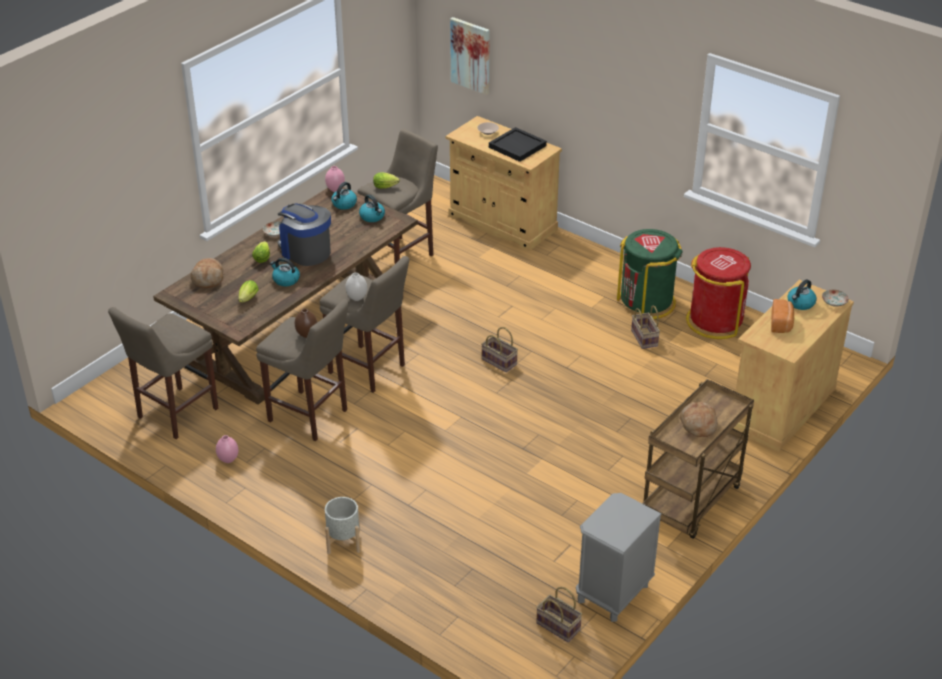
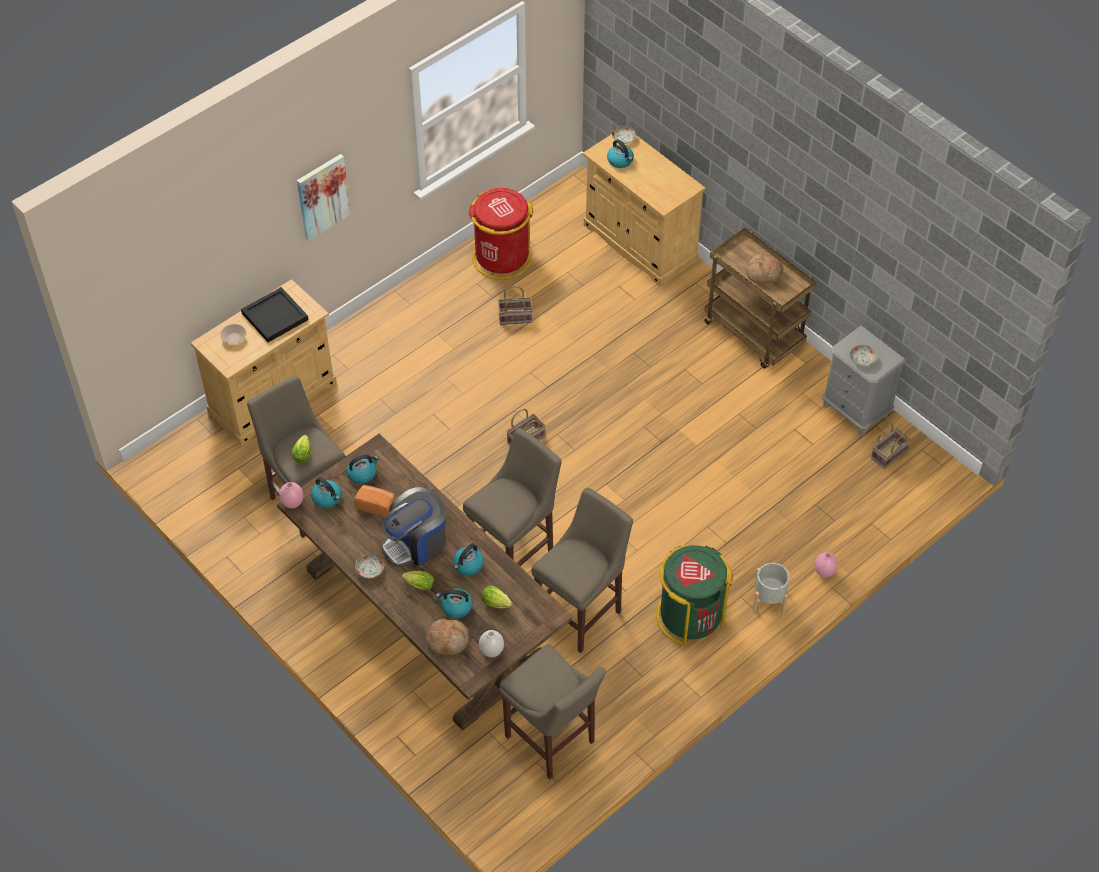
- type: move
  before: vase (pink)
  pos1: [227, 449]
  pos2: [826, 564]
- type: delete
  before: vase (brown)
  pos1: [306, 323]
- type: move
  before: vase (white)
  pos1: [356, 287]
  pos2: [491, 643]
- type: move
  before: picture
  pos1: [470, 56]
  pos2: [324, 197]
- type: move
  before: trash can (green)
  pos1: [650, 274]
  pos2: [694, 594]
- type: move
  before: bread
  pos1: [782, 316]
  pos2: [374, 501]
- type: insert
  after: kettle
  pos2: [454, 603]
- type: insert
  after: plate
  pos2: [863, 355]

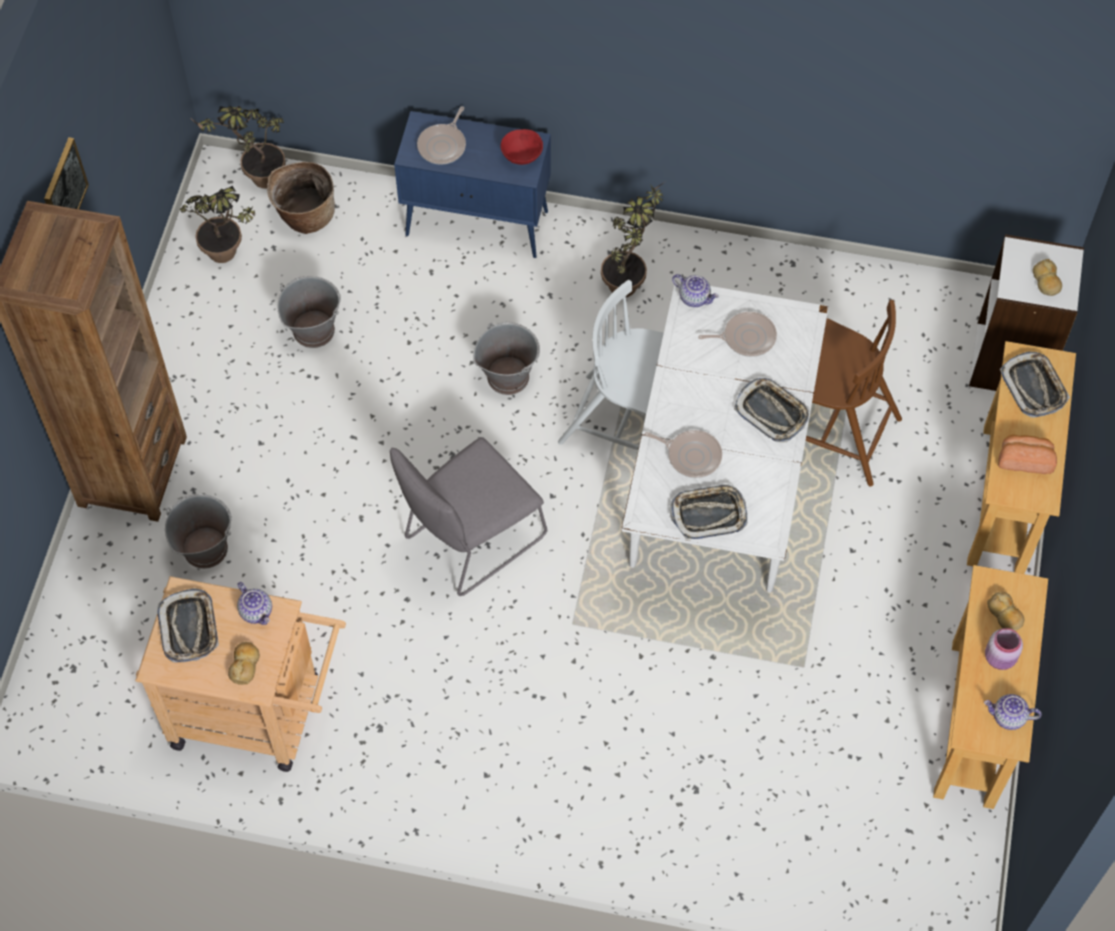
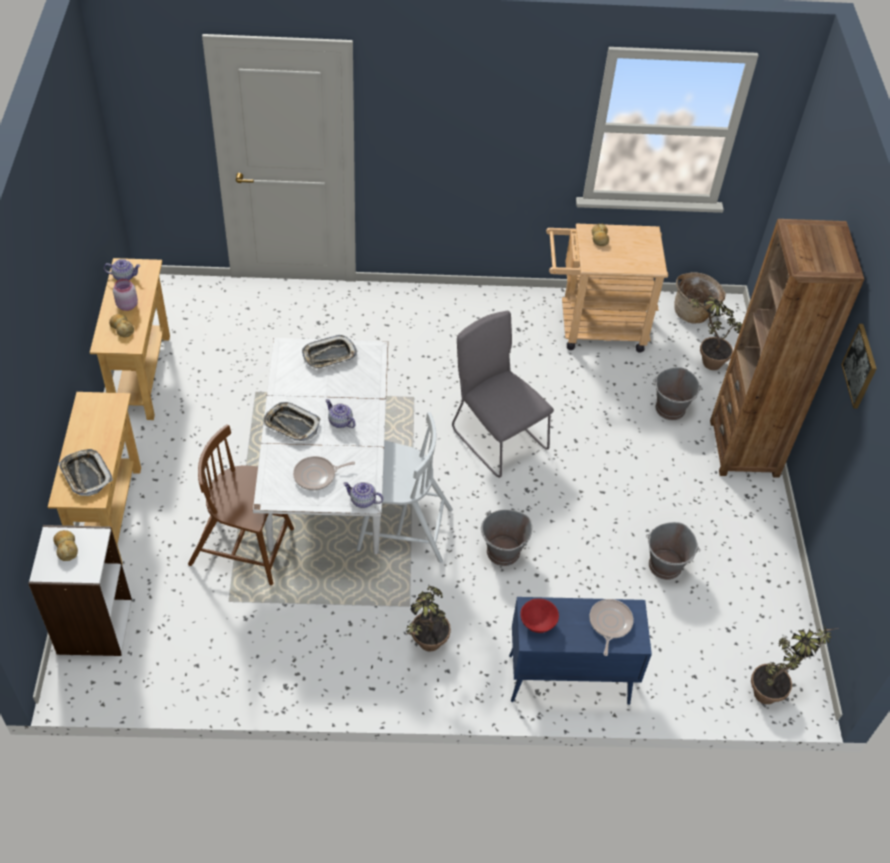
- type: delete
  before: tray
  pos1: [188, 625]
- type: move
  before: potted plant
  pos1: [217, 224]
  pos2: [714, 332]
- type: move
  before: teapot
  pos1: [254, 603]
  pos2: [341, 413]
- type: move
  before: basket
  pos1: [301, 198]
  pos2: [699, 297]
- type: rotate
  before: chair (grey)
  pos1: [468, 516]
  pos2: [503, 394]
  turn: -75
- type: delete
  before: frying pan
  pos1: [683, 454]
- type: delete
  before: bread
  pos1: [1027, 454]

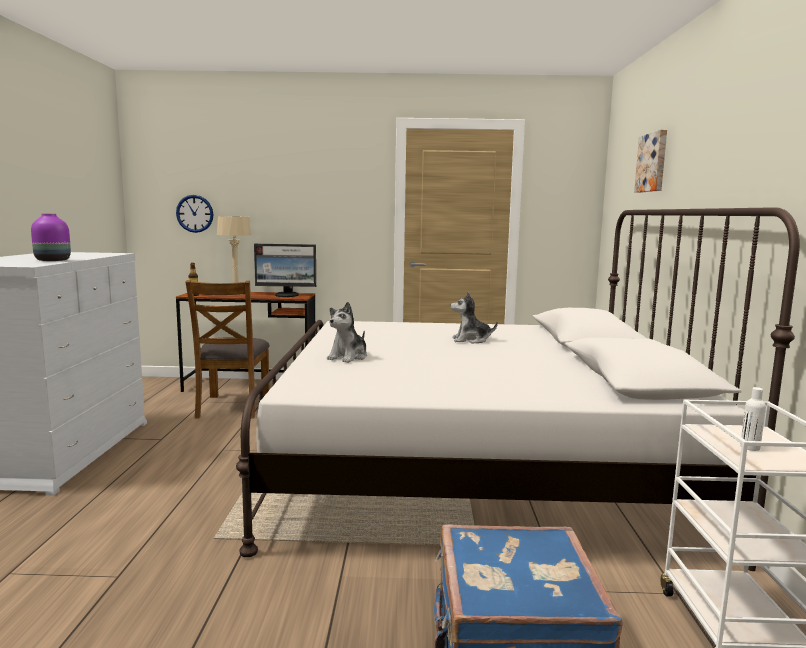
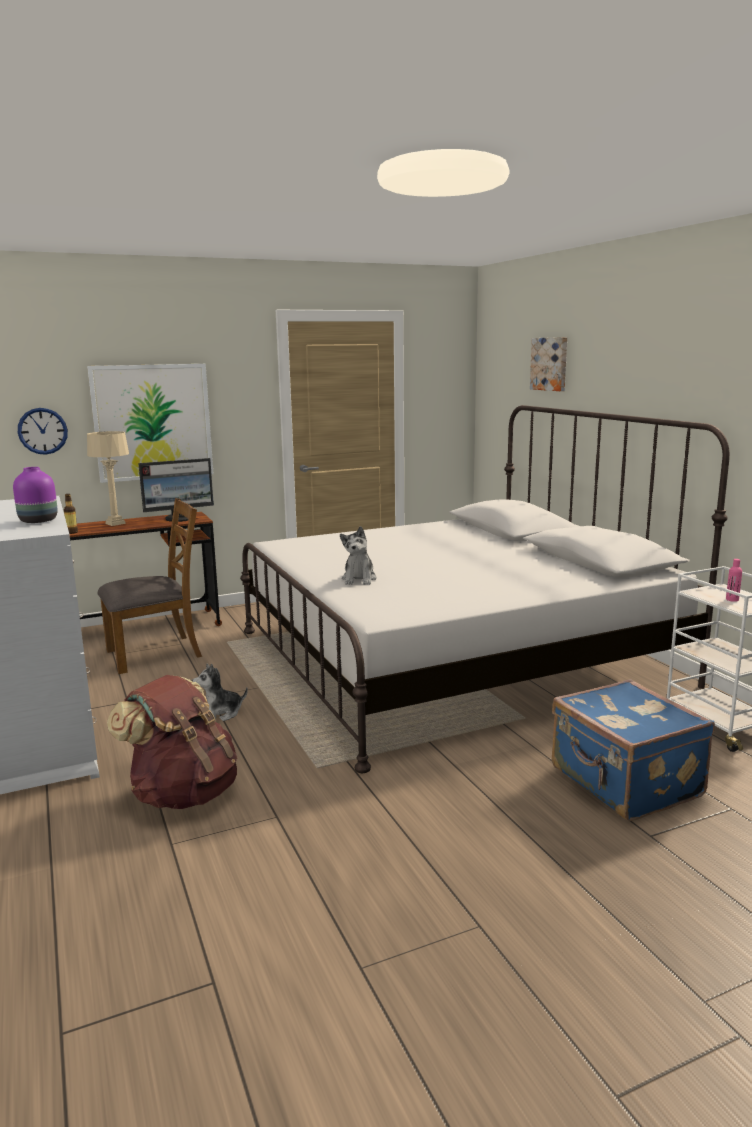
- type: rotate
  before: chair (brown)
  pos1: [228, 349]
  pos2: [149, 586]
  turn: -90
- type: move
  before: plush toy
  pos1: [474, 317]
  pos2: [220, 692]
- type: recolor
  before: bottle (white)
  after: bottle (pink)
  pos1: [753, 419]
  pos2: [734, 580]
- type: insert
  after: picture
  pos2: [150, 423]
- type: insert
  after: backpack (brown)
  pos2: [172, 742]

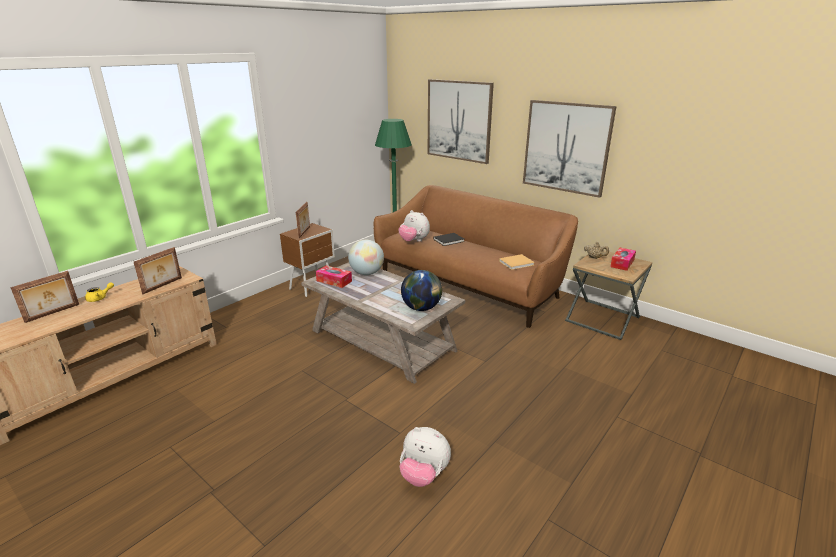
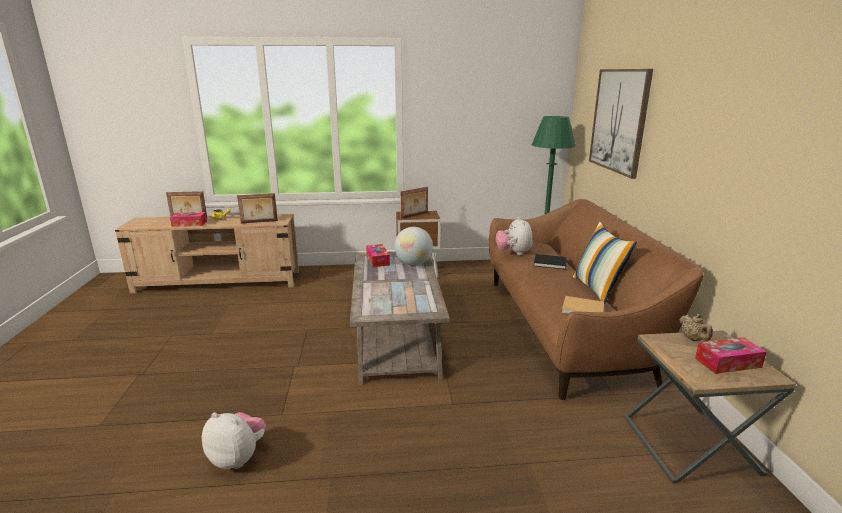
- type: rotate
  before: plush toy
  pos1: [425, 457]
  pos2: [234, 440]
  turn: 135
- type: delete
  before: globe
  pos1: [421, 290]
- type: delete
  before: picture
  pos1: [569, 149]
- type: insert
  after: tissue box
  pos2: [188, 219]
- type: insert
  after: pillow
  pos2: [605, 263]

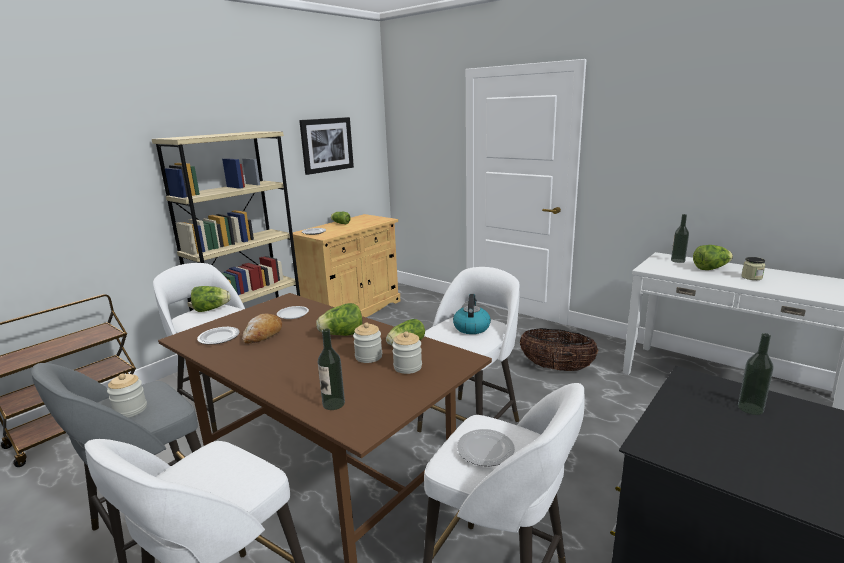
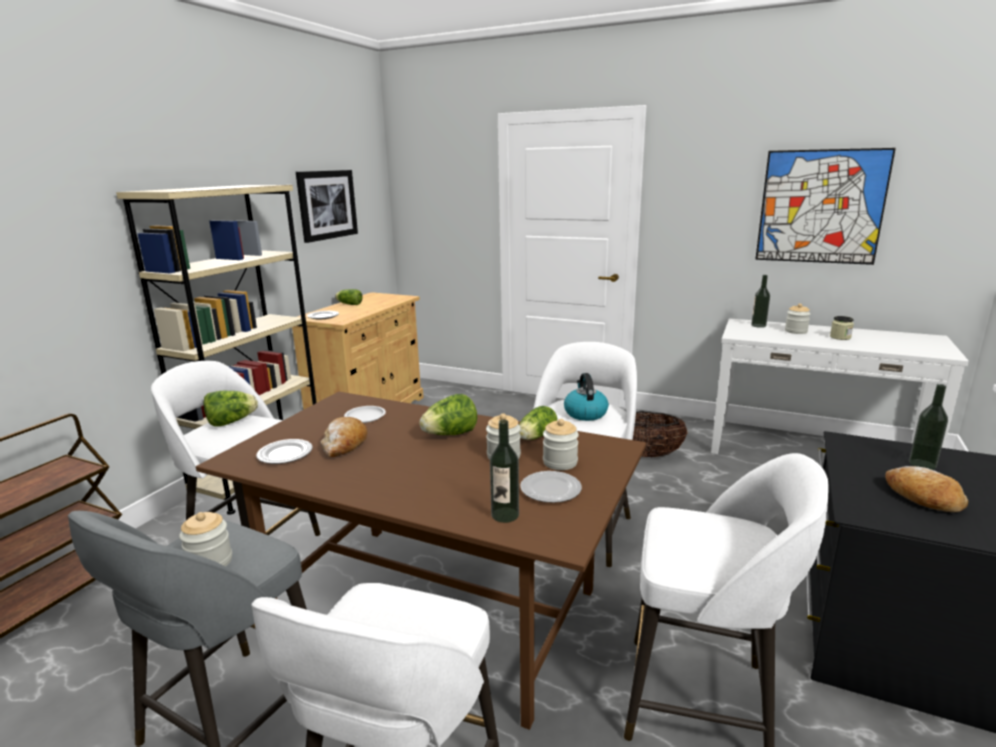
- type: move
  before: plate
  pos1: [486, 447]
  pos2: [551, 487]
- type: replace
  before: lettuce
  after: jar
  pos1: [713, 257]
  pos2: [798, 318]
- type: insert
  after: picture
  pos2: [825, 206]
- type: insert
  after: bread
  pos2: [926, 489]

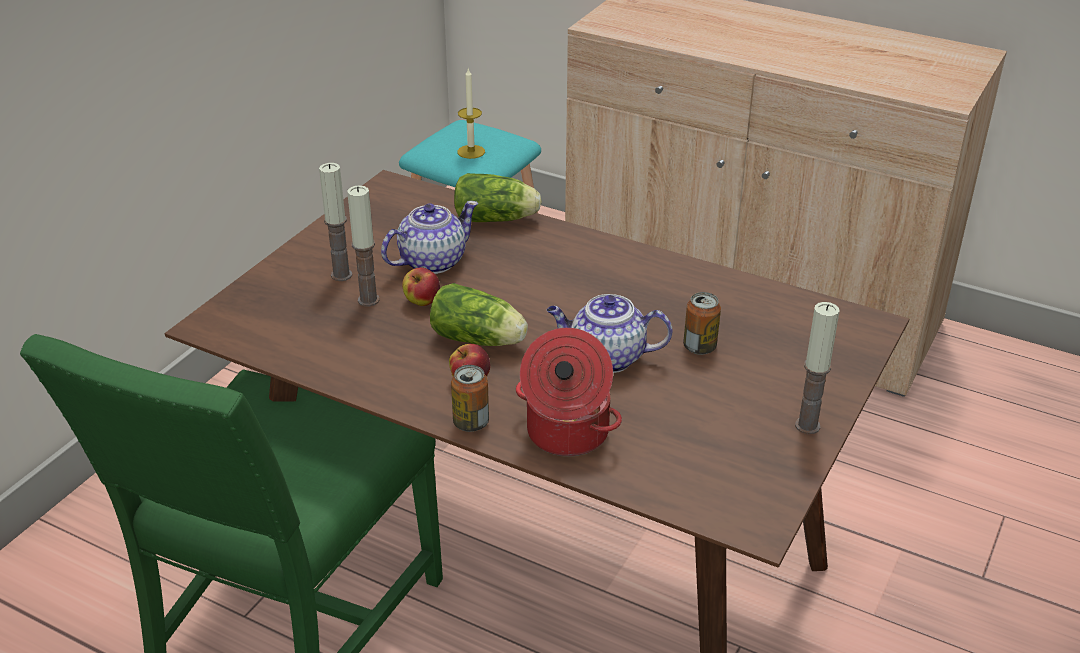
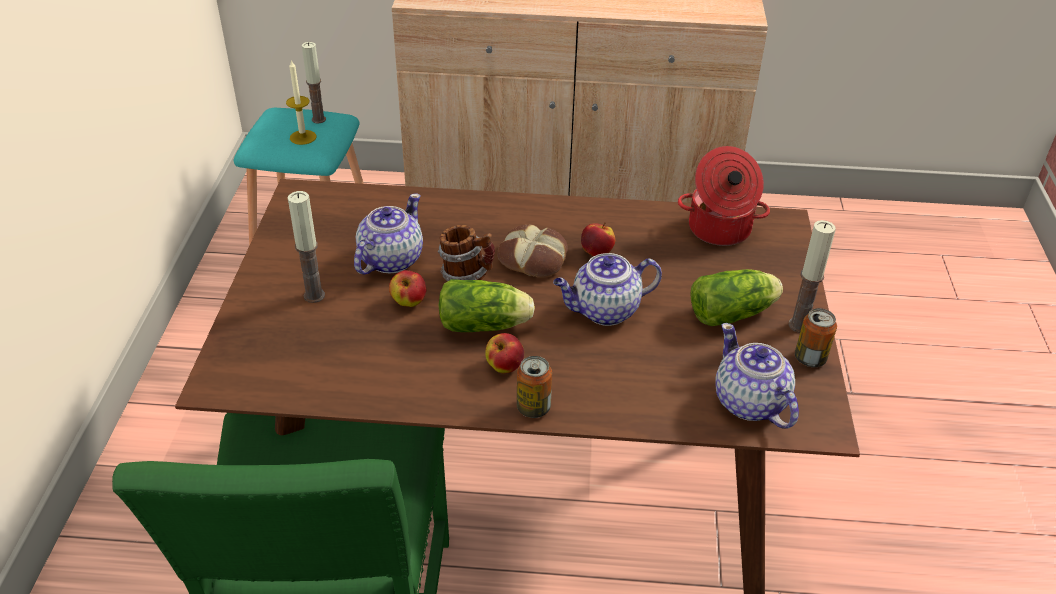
- type: move
  before: candle
  pos1: [363, 246]
  pos2: [314, 83]
- type: move
  before: lettuce
  pos1: [497, 197]
  pos2: [736, 297]
- type: move
  before: cooking pot
  pos1: [569, 392]
  pos2: [724, 196]
- type: move
  before: can
  pos1: [702, 323]
  pos2: [816, 337]
- type: insert
  after: mug
  pos2: [466, 253]
- type: insert
  after: bread
  pos2: [532, 251]
- type: insert
  after: apple
  pos2: [598, 239]
- type: insert
  after: teapot
  pos2: [757, 376]

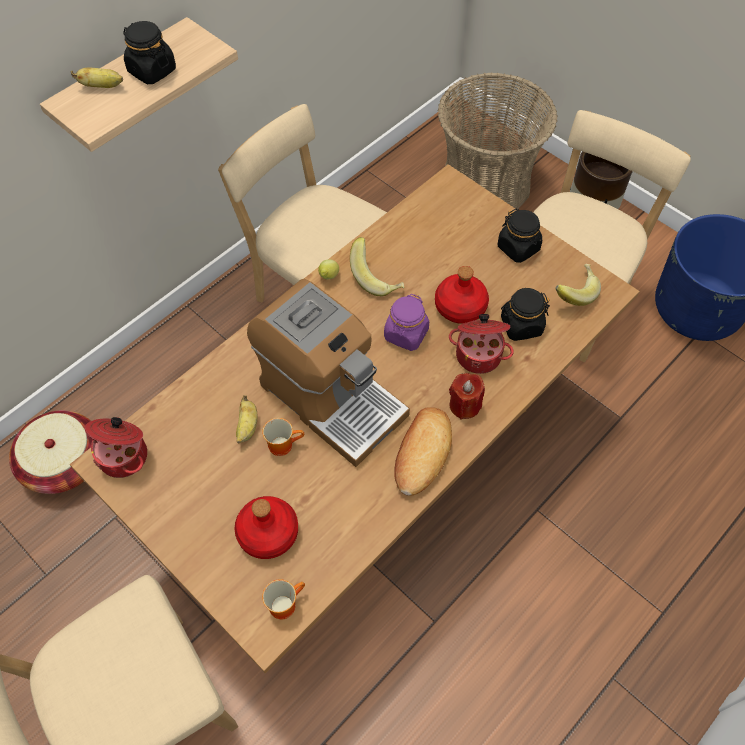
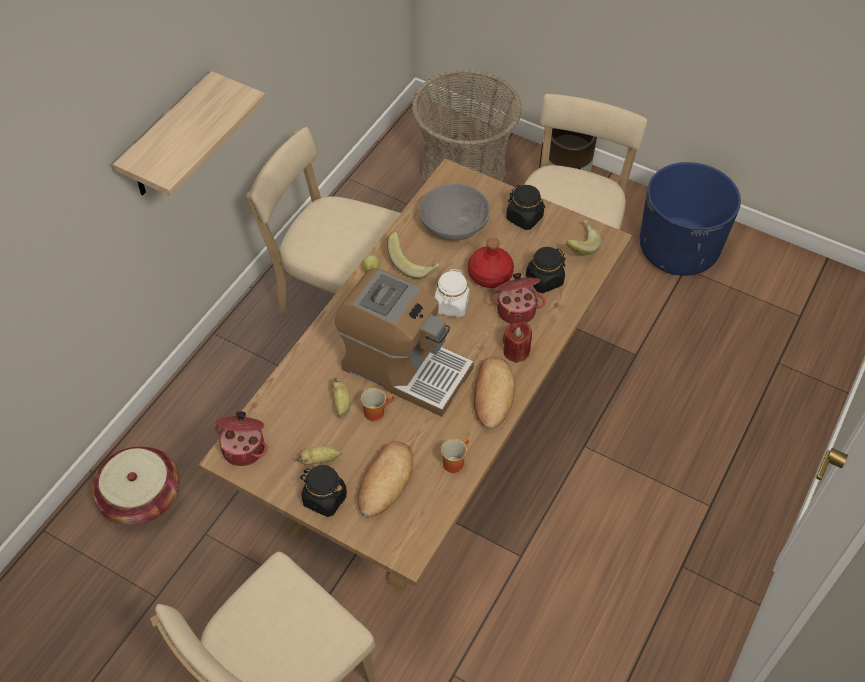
- type: move
  before: banana
  pos1: [97, 78]
  pos2: [319, 455]
- type: move
  before: jar (black)
  pos1: [149, 52]
  pos2: [323, 491]
- type: replace
  before: bottle (red)
  after: bread
  pos1: [266, 527]
  pos2: [385, 479]
- type: move
  before: mug
  pos1: [283, 599]
  pos2: [455, 456]
- type: recolor
  before: jar (purple)
  after: jar (white)
  pos1: [406, 322]
  pos2: [452, 293]
- type: insert
  after: bowl (grey)
  pos2: [454, 212]

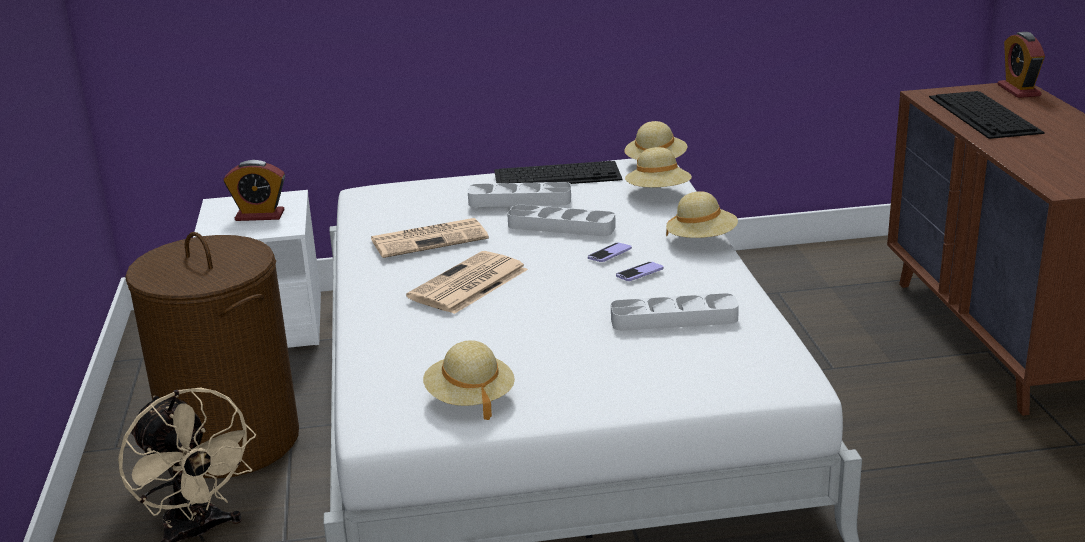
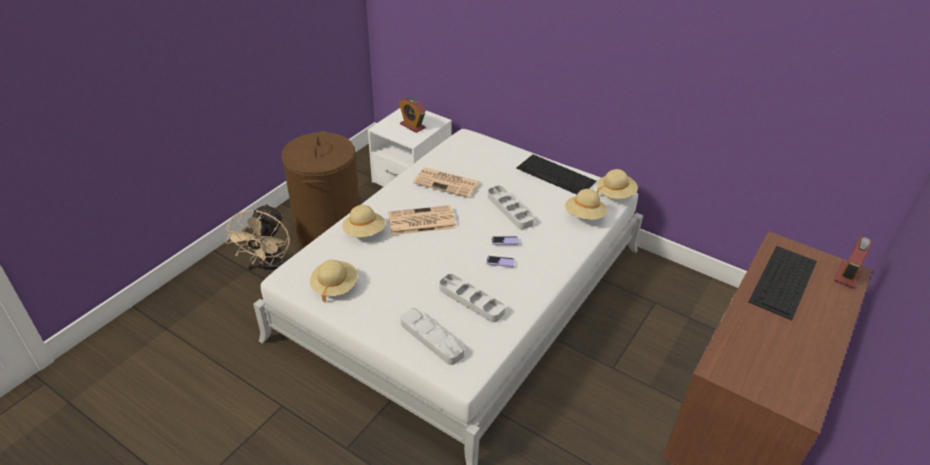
- type: move
  before: tray (grey)
  pos1: [519, 194]
  pos2: [432, 336]
- type: move
  before: hat (beige)
  pos1: [702, 214]
  pos2: [364, 221]

